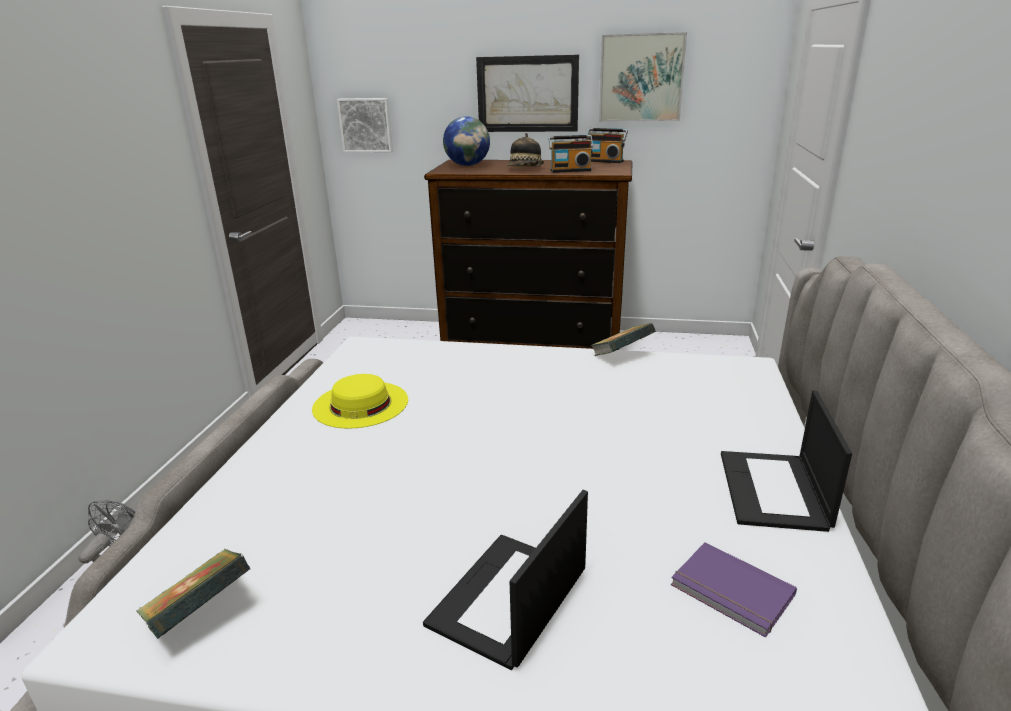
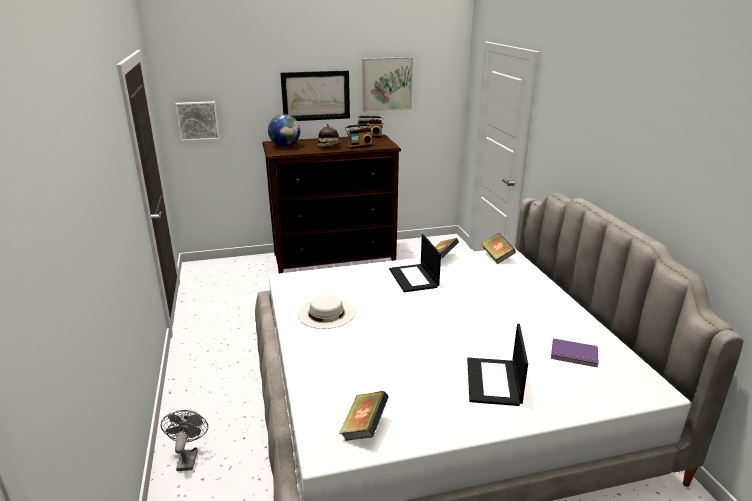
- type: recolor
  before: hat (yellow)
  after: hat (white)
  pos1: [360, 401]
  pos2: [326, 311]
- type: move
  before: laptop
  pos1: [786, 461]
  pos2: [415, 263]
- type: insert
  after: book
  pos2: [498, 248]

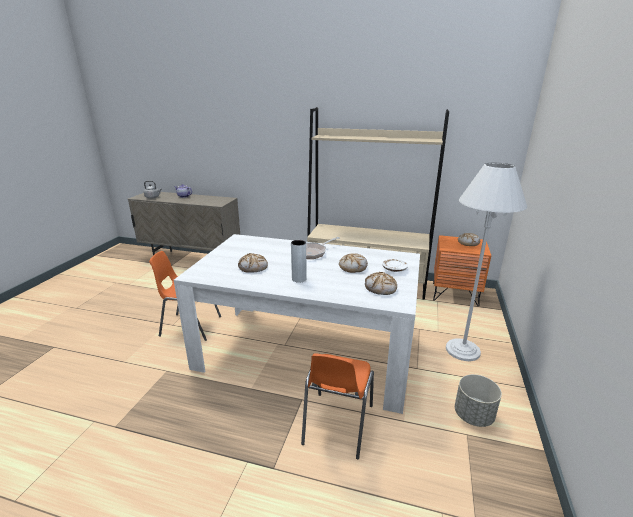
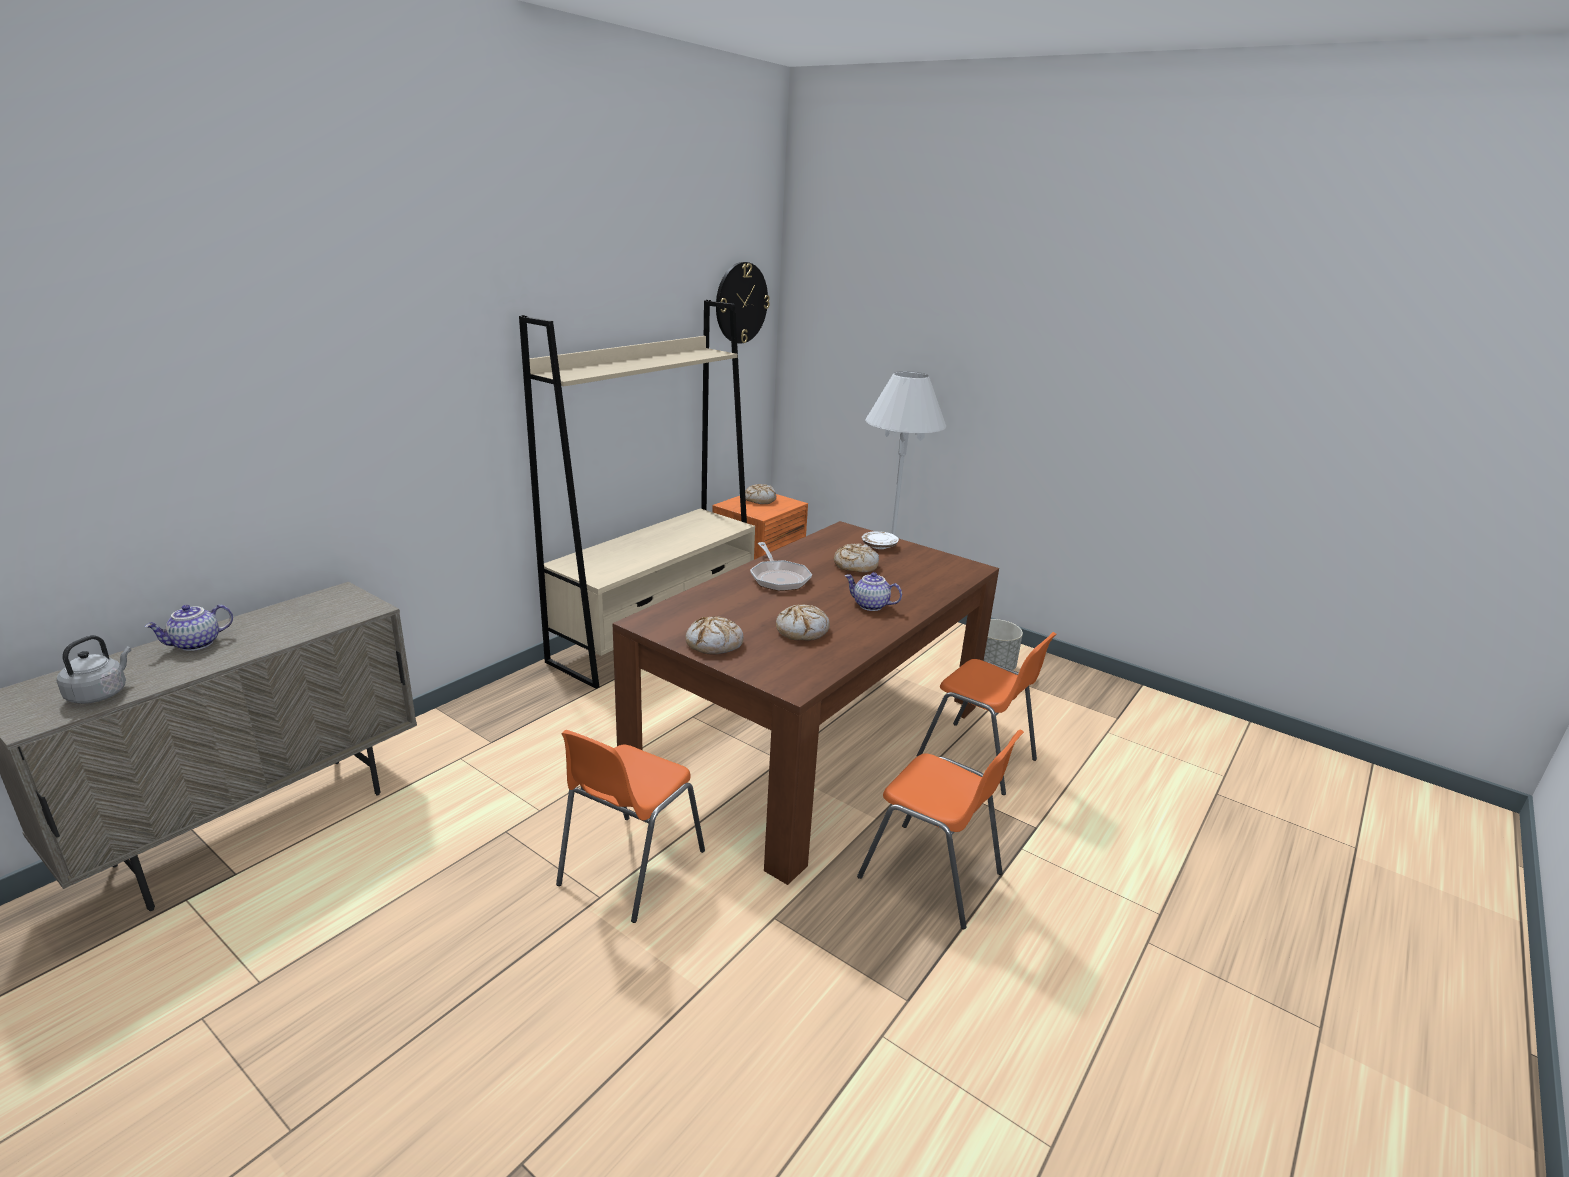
- type: recolor
  before: dining table (white)
  after: dining table (brown)
  pos1: [297, 324]
  pos2: [805, 703]
- type: replace
  before: vase (grey)
  after: teapot
  pos1: [299, 261]
  pos2: [873, 591]
- type: move
  before: bread
  pos1: [381, 283]
  pos2: [714, 636]
- type: insert
  after: wall clock
  pos2: [743, 303]
- type: insert
  after: chair (orange)
  pos2: [940, 829]

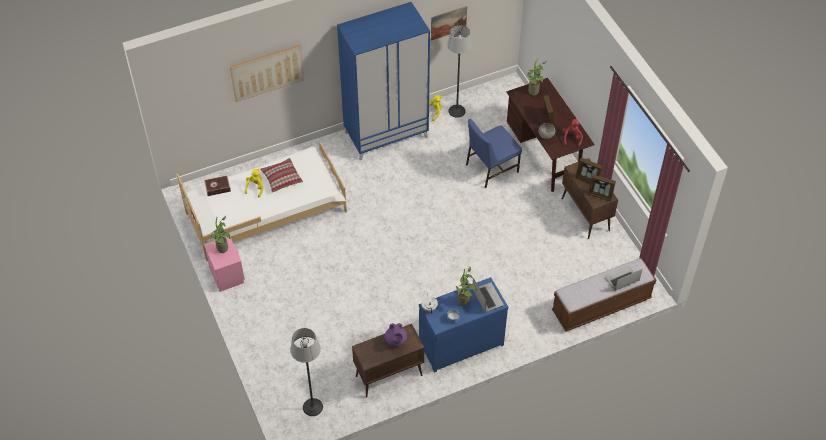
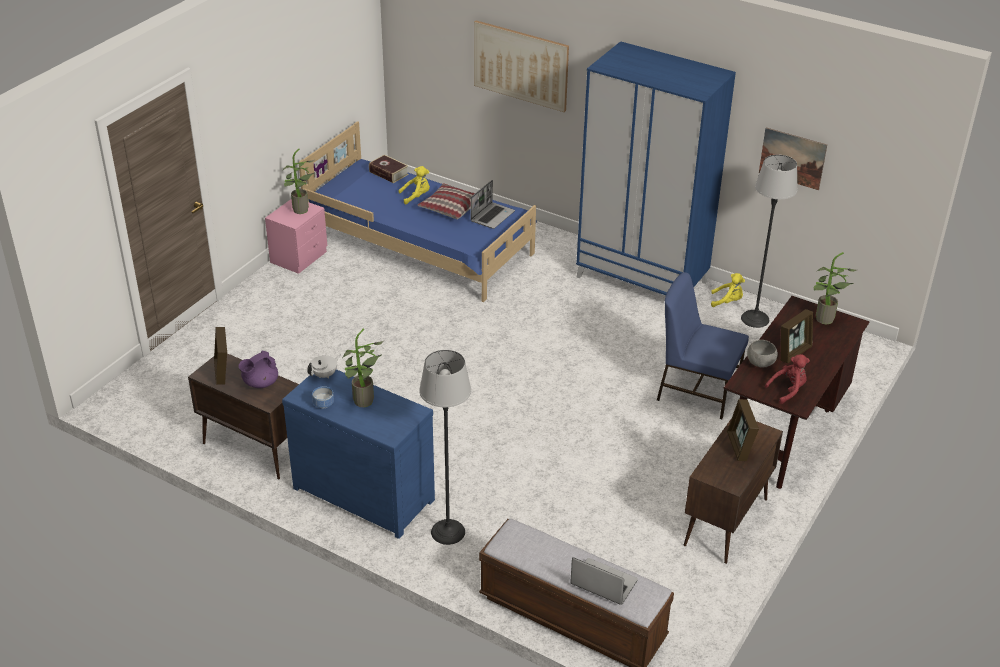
- type: recolor
  before: bed (white)
  after: bed (blue)
  pos1: [262, 201]
  pos2: [418, 211]
- type: move
  before: floor lamp
  pos1: [306, 372]
  pos2: [445, 447]
- type: move
  before: laptop
  pos1: [488, 295]
  pos2: [492, 204]
- type: move
  before: picture frame
  pos1: [602, 188]
  pos2: [220, 356]

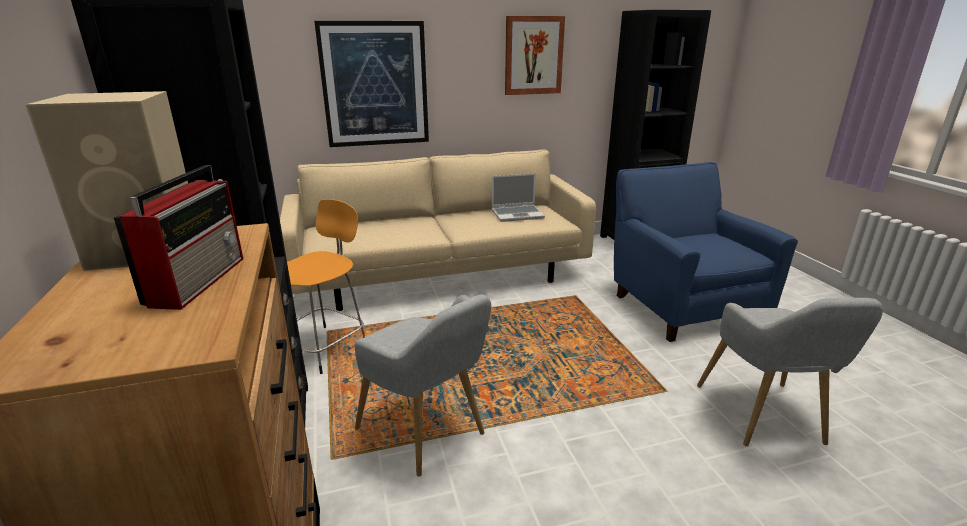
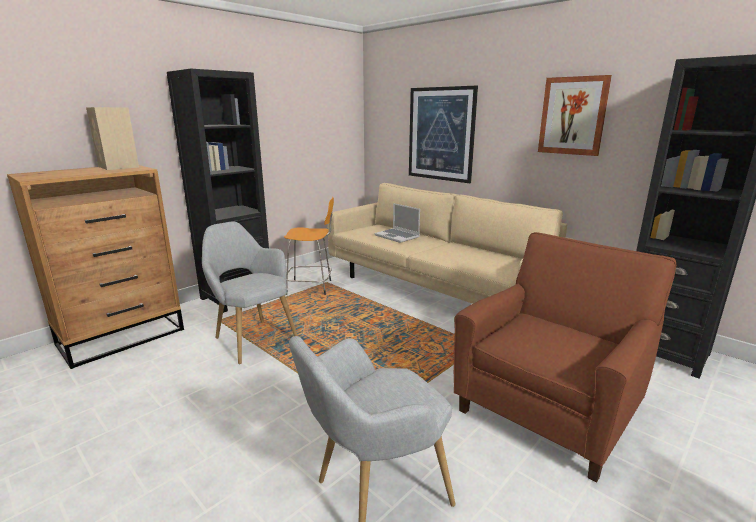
- type: delete
  before: radio
  pos1: [178, 237]
- type: rotate
  before: armchair (grey)
  pos1: [423, 385]
  pos2: [250, 293]
  turn: 120
- type: move
  before: laptop
  pos1: [518, 197]
  pos2: [397, 223]
- type: recolor
  before: armchair (blue)
  after: armchair (brown)
  pos1: [706, 252]
  pos2: [565, 357]

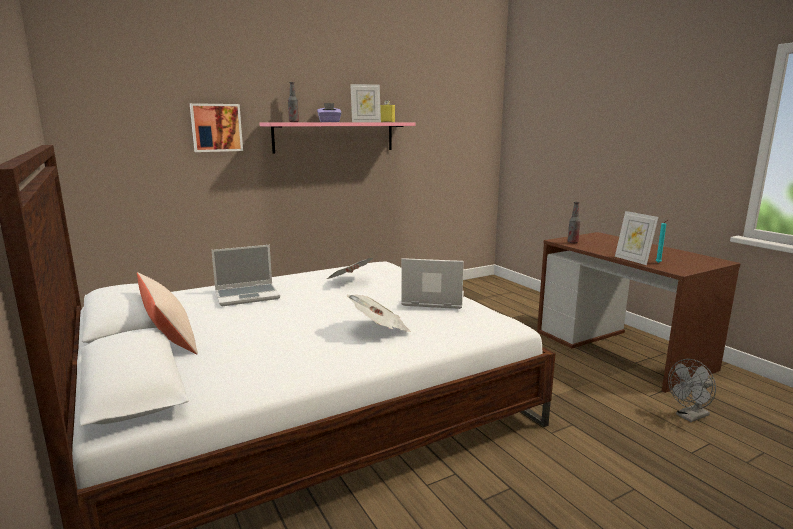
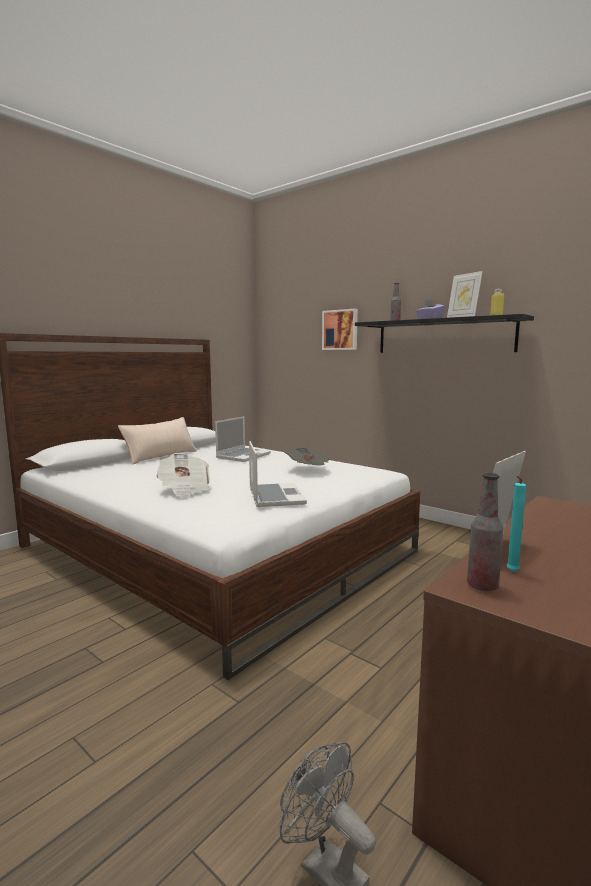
- type: rotate
  before: laptop
  pos1: [246, 275]
  pos2: [243, 439]
  turn: -105
- type: recolor
  before: shelf (pink)
  after: shelf (black)
  pos1: [337, 137]
  pos2: [444, 333]
- type: move
  before: bottle
  pos1: [573, 222]
  pos2: [485, 532]

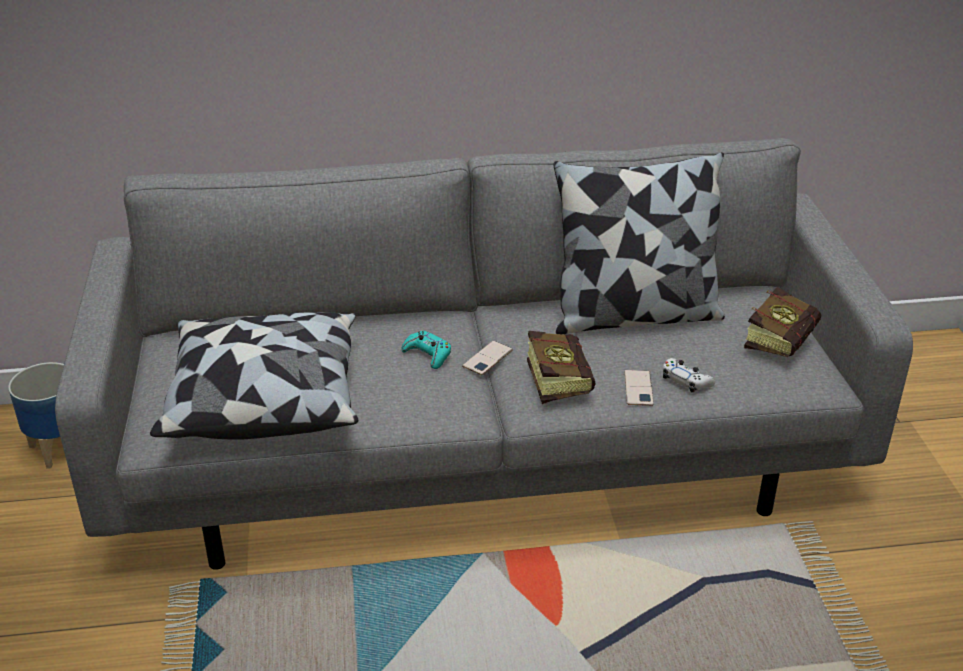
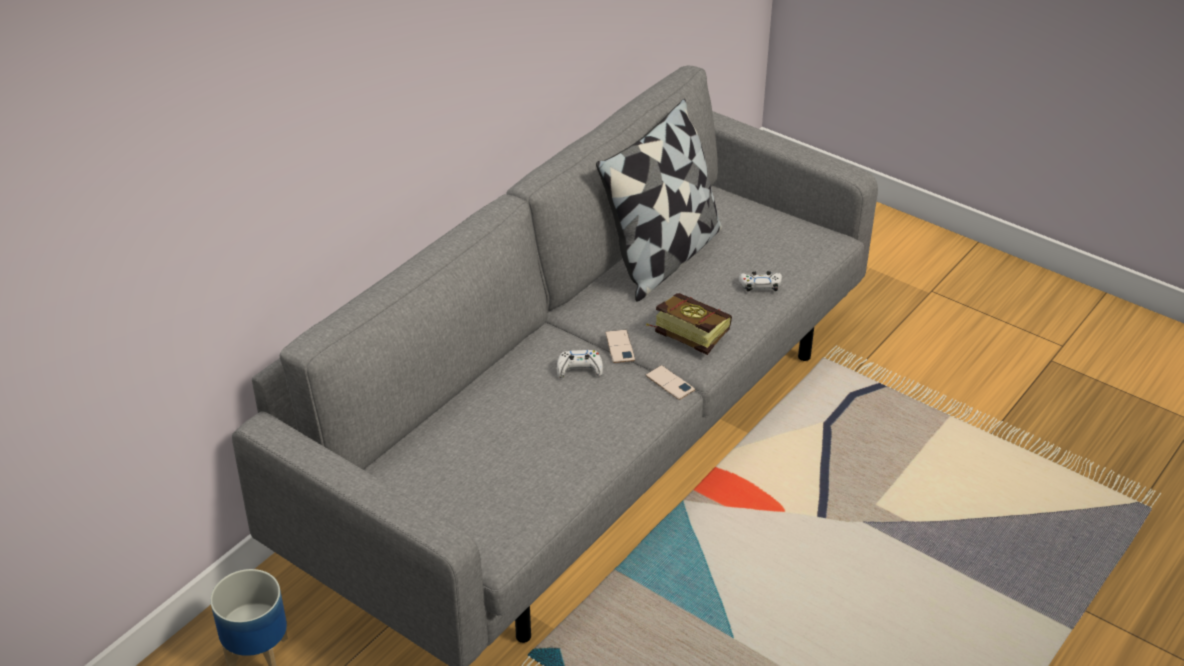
- type: delete
  before: pillow
  pos1: [254, 376]
- type: recolor
  before: game controller (turquoise)
  after: game controller (white)
  pos1: [426, 350]
  pos2: [580, 364]
- type: move
  before: phone
  pos1: [639, 388]
  pos2: [670, 382]
- type: delete
  before: book
  pos1: [783, 322]

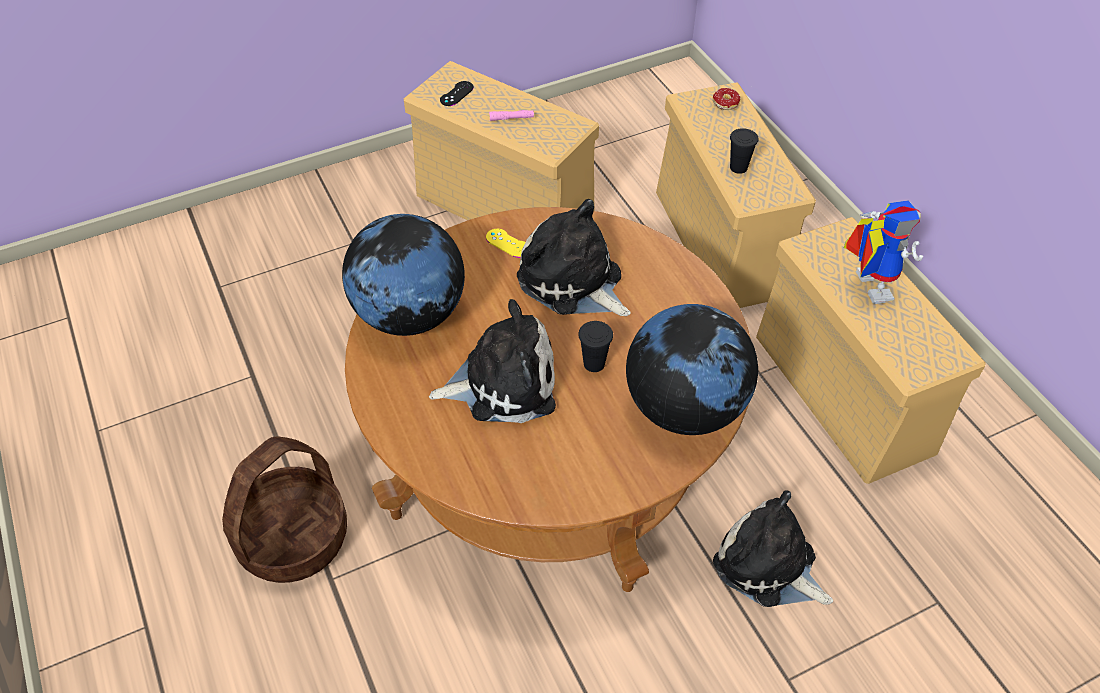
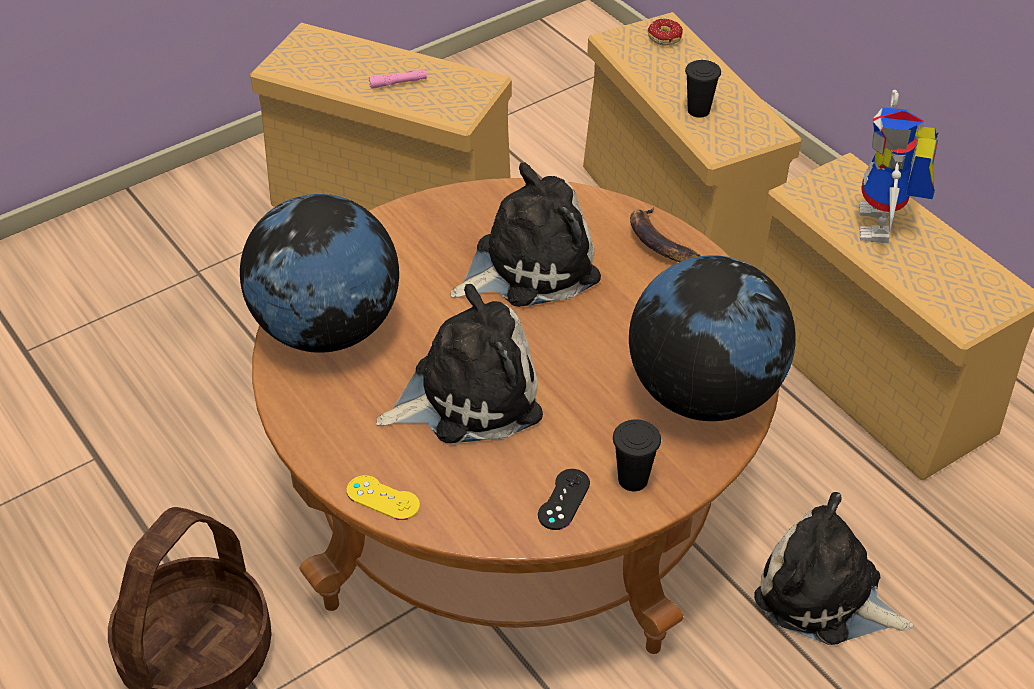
- type: move
  before: game controller (black)
  pos1: [457, 93]
  pos2: [564, 499]
- type: move
  before: game controller (yellow)
  pos1: [505, 243]
  pos2: [383, 497]
- type: rotate
  before: plush toy
  pos1: [574, 257]
  pos2: [525, 235]
  turn: 120
- type: move
  before: cup (black)
  pos1: [595, 346]
  pos2: [637, 455]
- type: rotate
  before: toy robot
  pos1: [883, 252]
  pos2: [899, 166]
  turn: -150
- type: insert
  after: banana
  pos2: [665, 234]

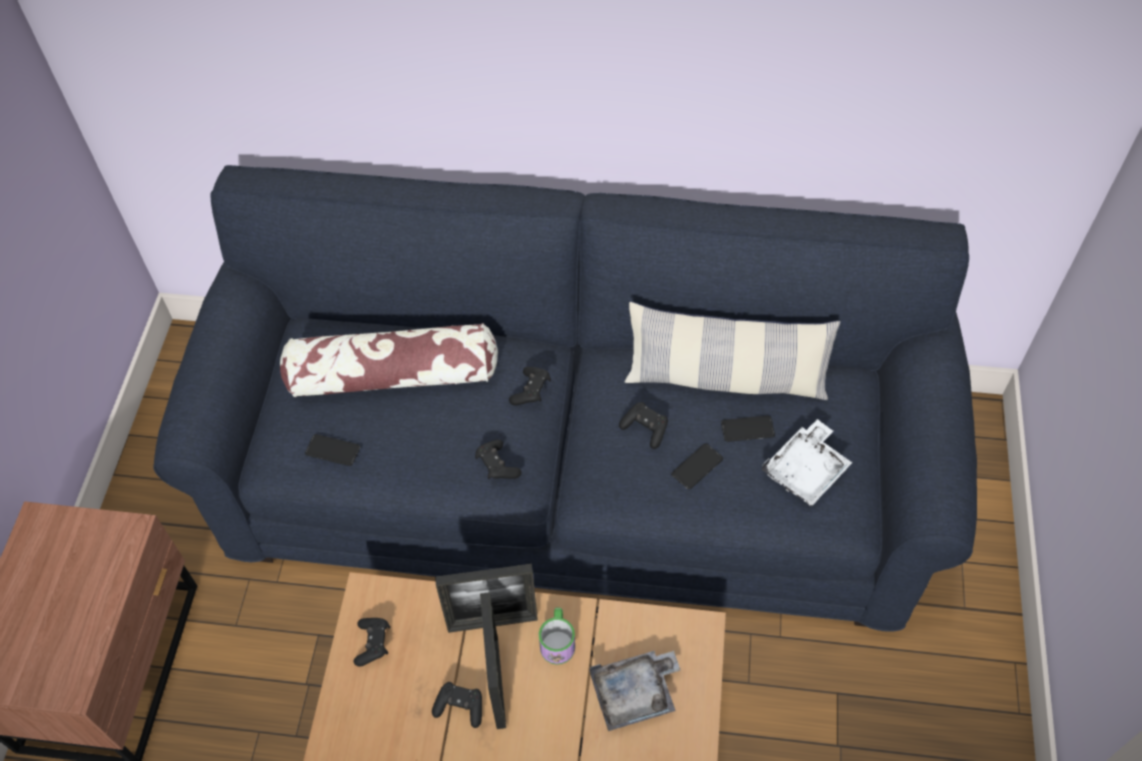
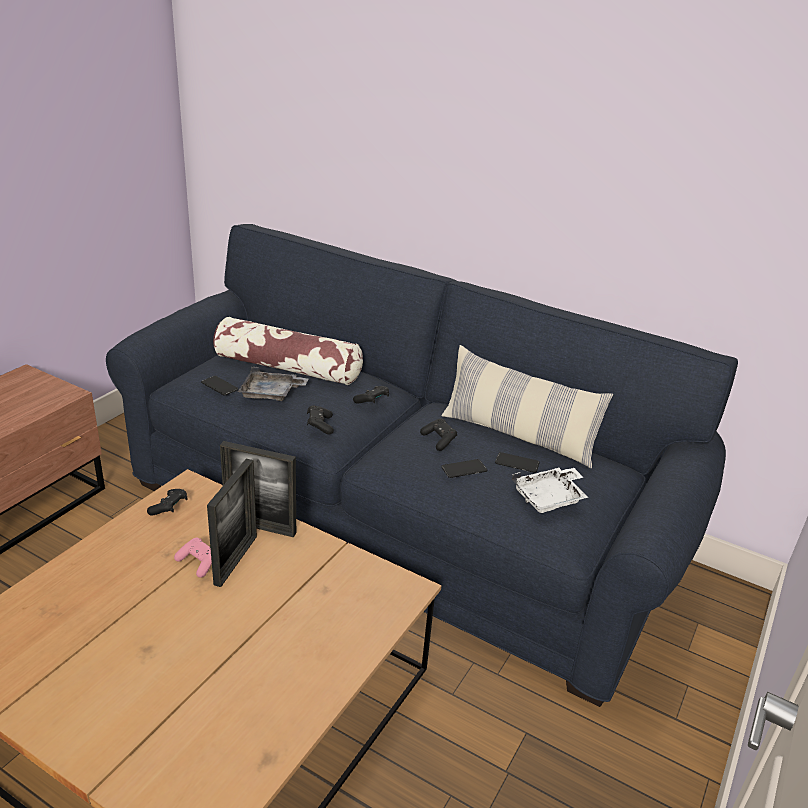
- type: recolor
  before: game controller (black)
  after: game controller (pink)
  pos1: [457, 705]
  pos2: [193, 558]
- type: delete
  before: mug
  pos1: [557, 636]
- type: move
  before: tray (grey)
  pos1: [635, 691]
  pos2: [273, 384]

